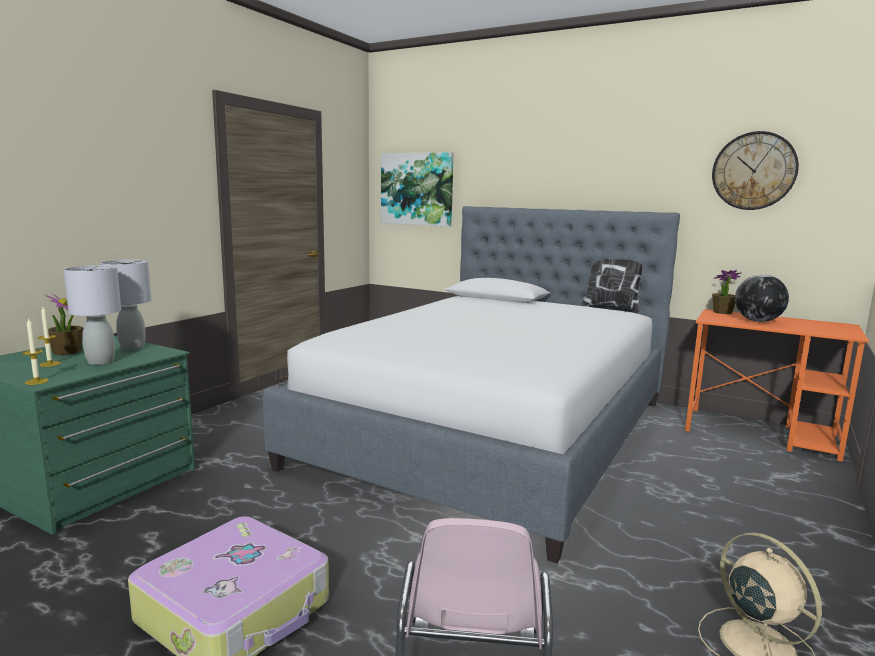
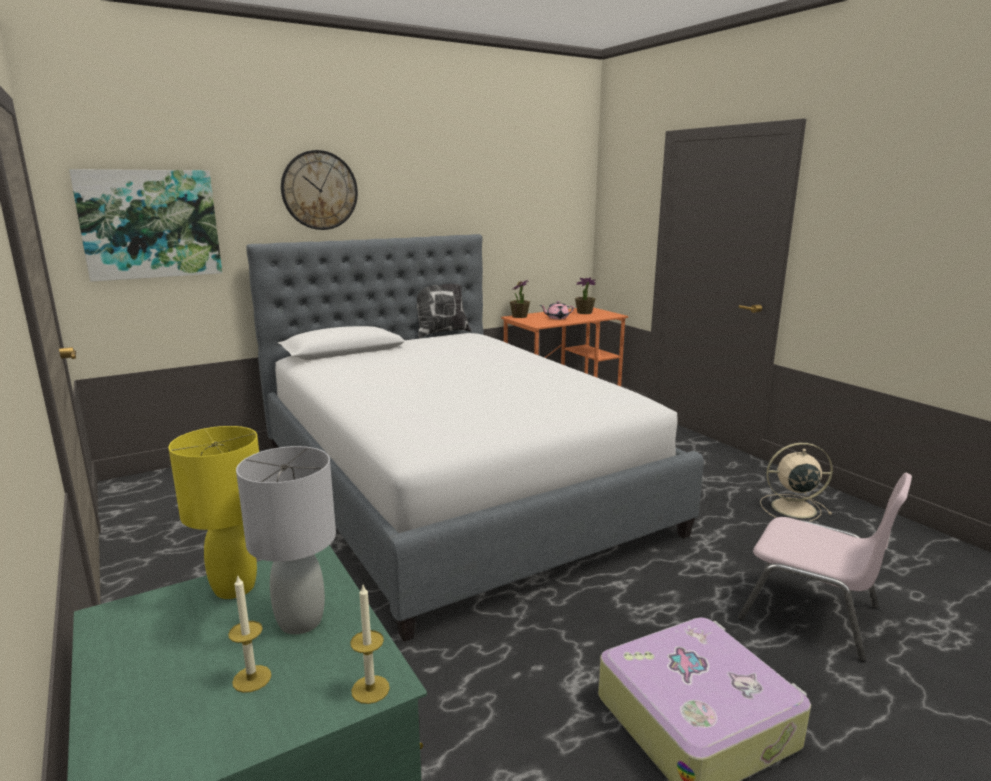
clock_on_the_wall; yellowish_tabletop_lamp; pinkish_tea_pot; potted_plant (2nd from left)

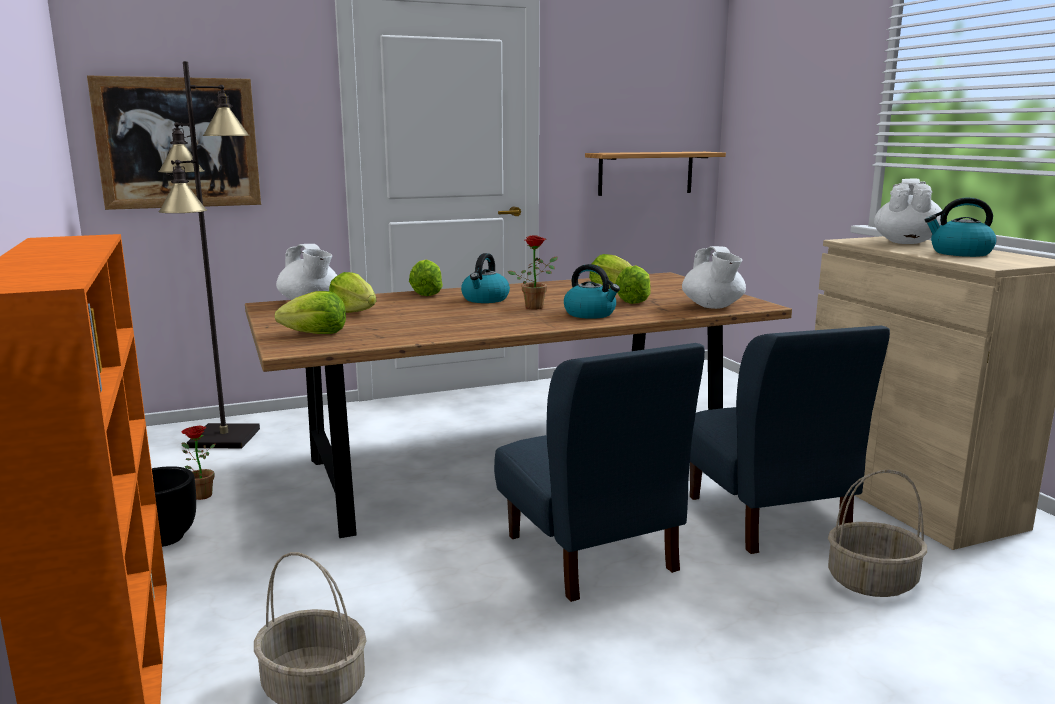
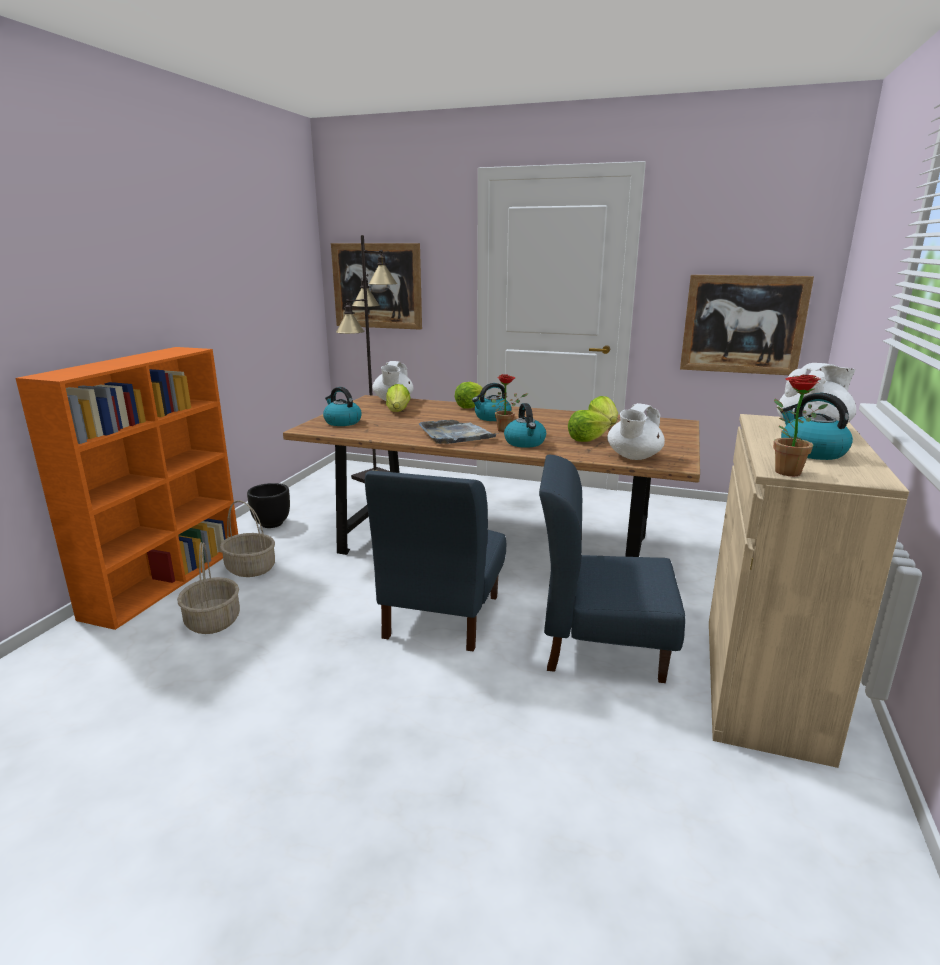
picture (2nd from left); water_kettle (1st from left); bluish_chair (2nd from left); potted_plant (2nd from left); storage_basket (2nd from left); grey_serving_tray

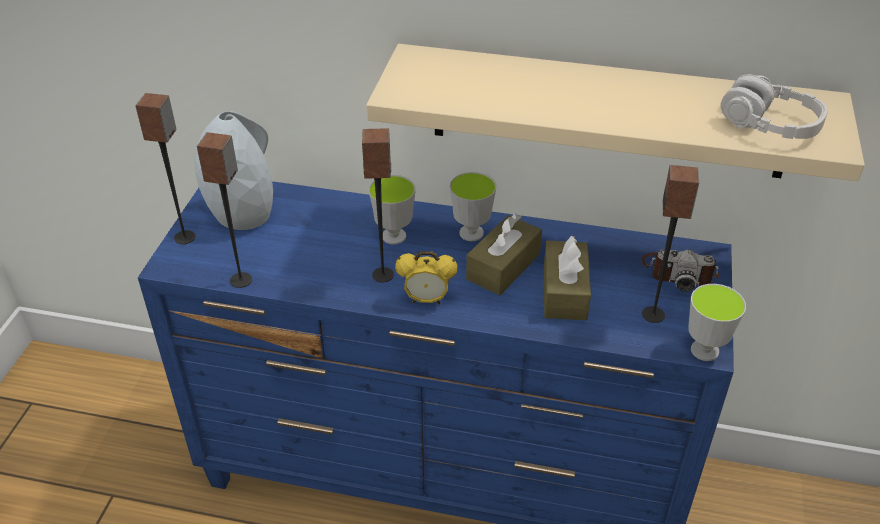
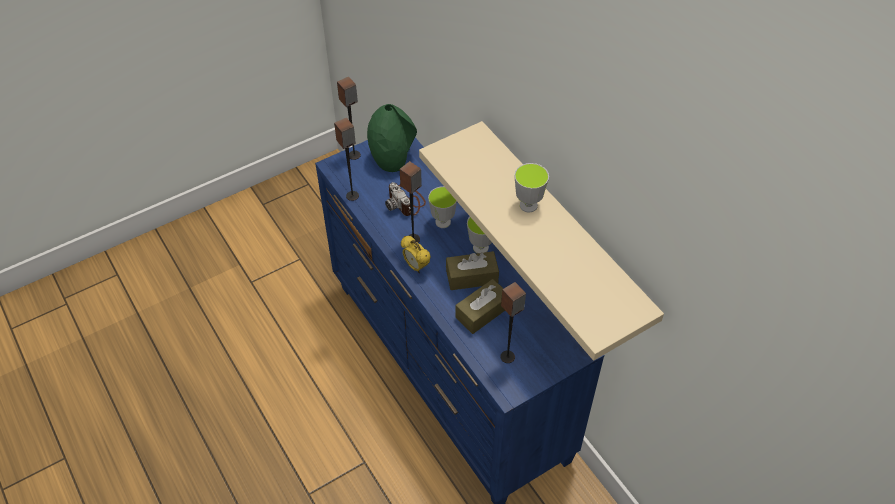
grey_pair_of_headphones; greenish_vase; still_camera; drinking_cup (3rd from left)

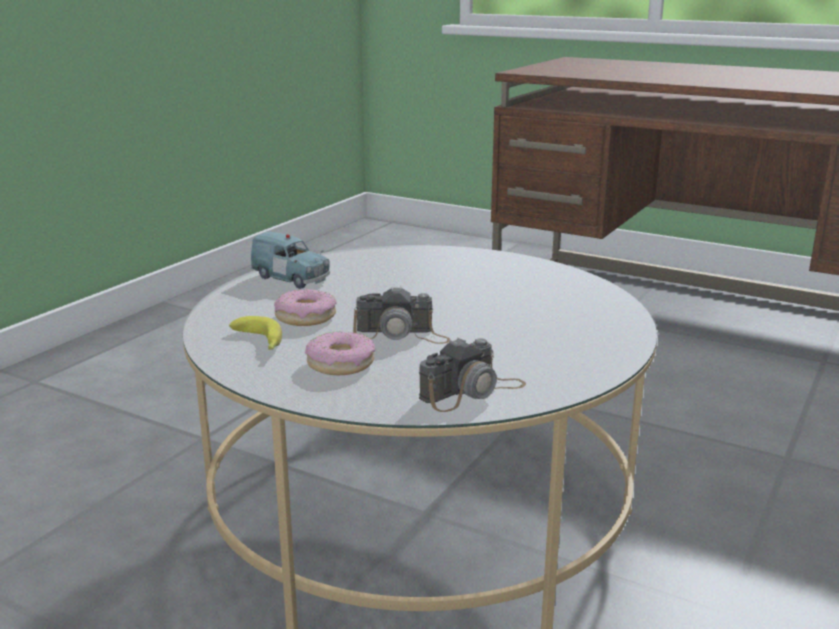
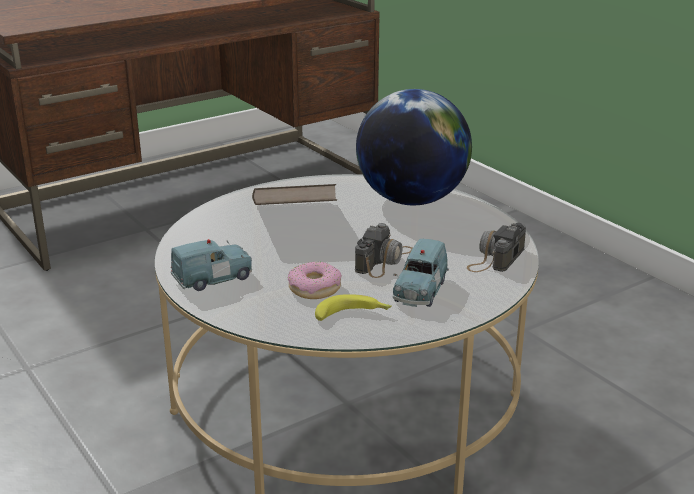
bluish_model_car (2nd from left); still_camera (2nd from left); world_globe; brown-coloured_book

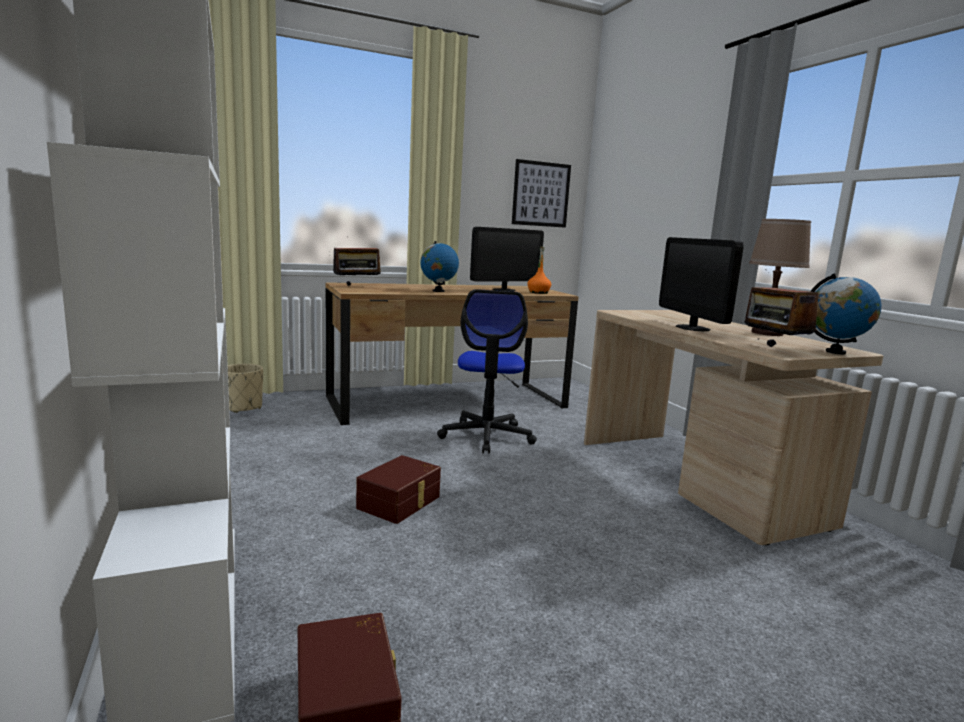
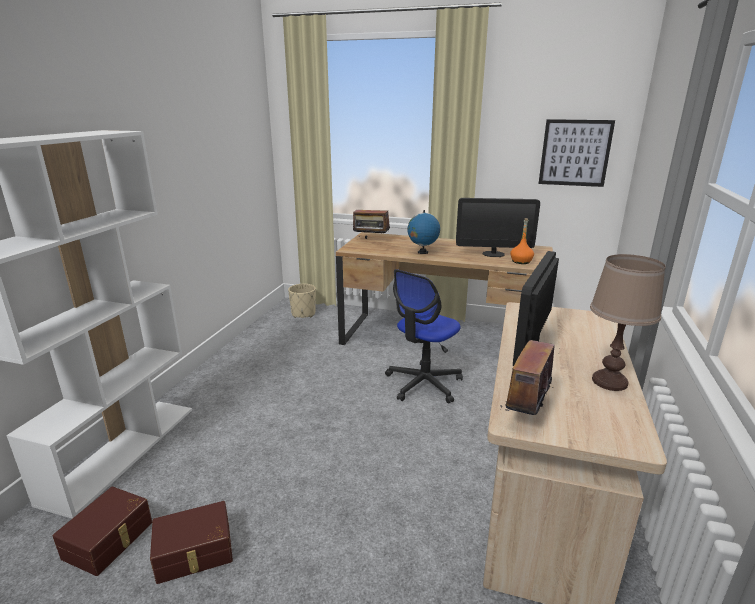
world_globe (2nd from left in the first image); brown-coloured_storage_bin (2nd from left)

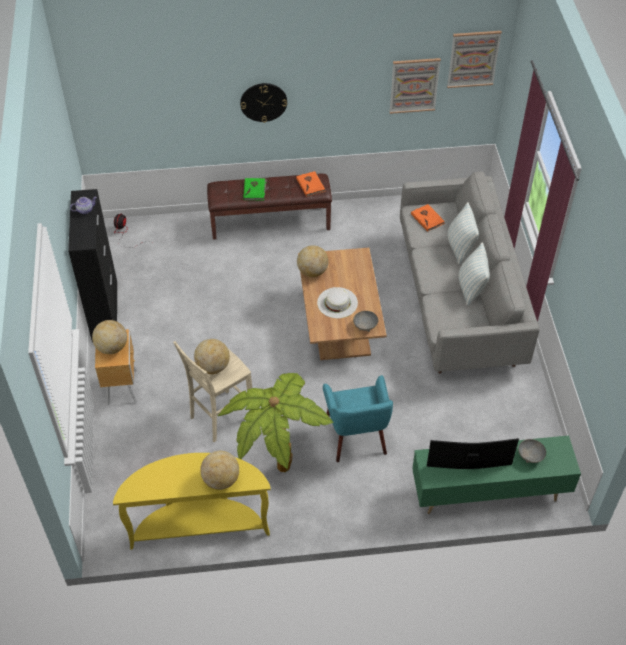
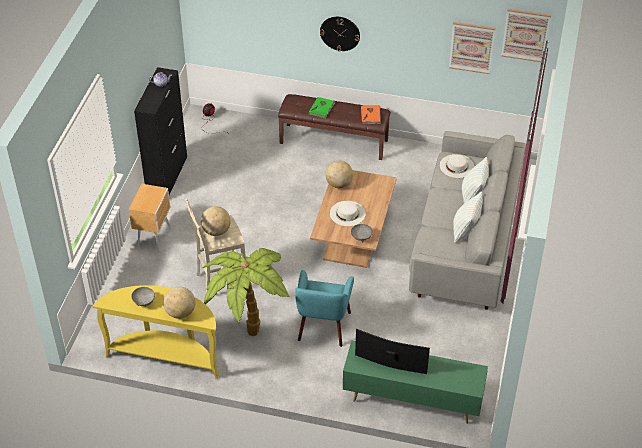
white_clothing_hat (2nd from left); world_globe (1st from left in the first image); grey_bowl (1st from left)

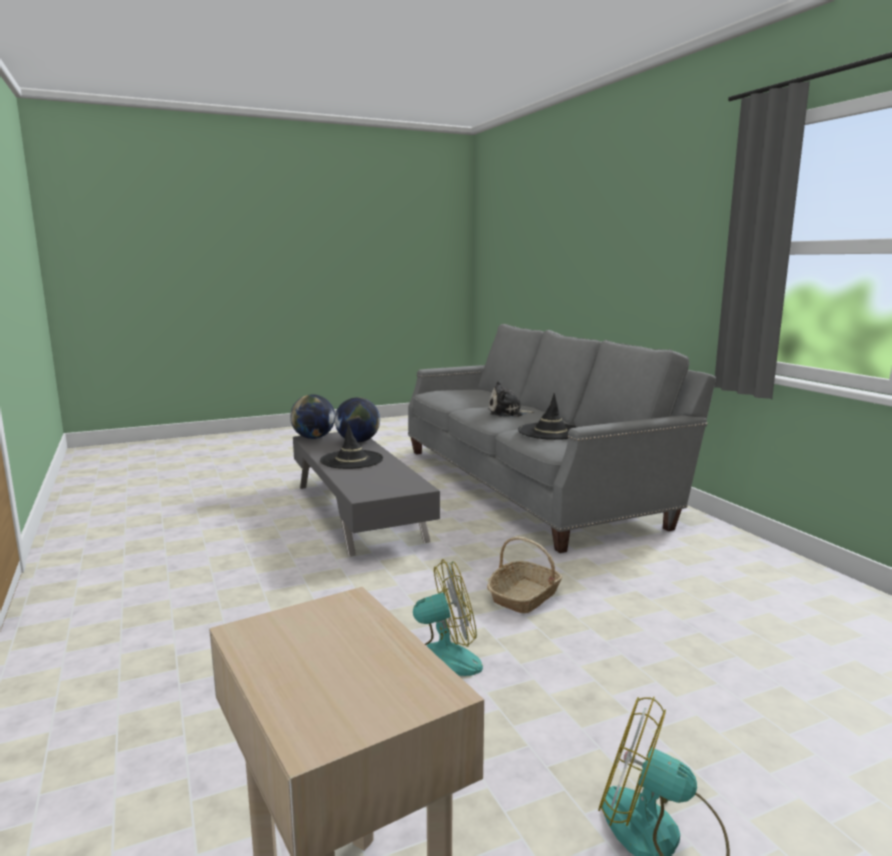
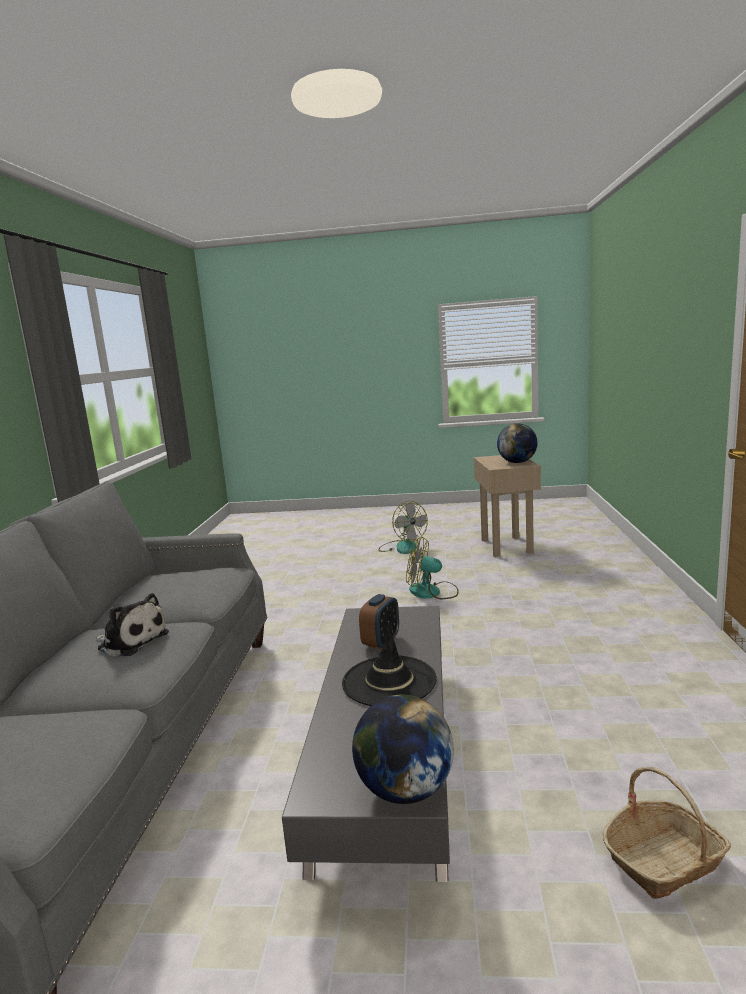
black-coloured_clothing_hat (2nd from left in the first image); world_globe (2nd from left); storage_basket; alarm_clock

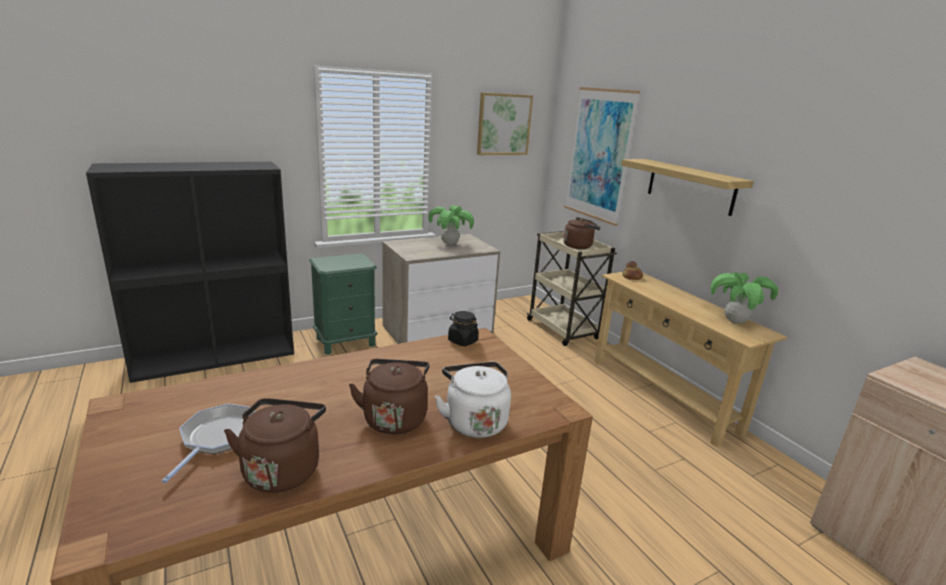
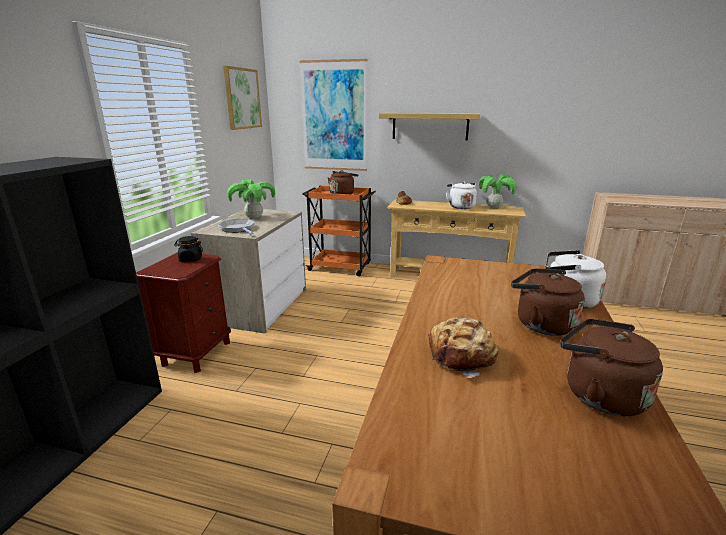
orangey_cart; brown-coloured_bedside_table; black-coloured_jar; pan; white_water_kettle (1st from left); baked_bread (2nd from left)

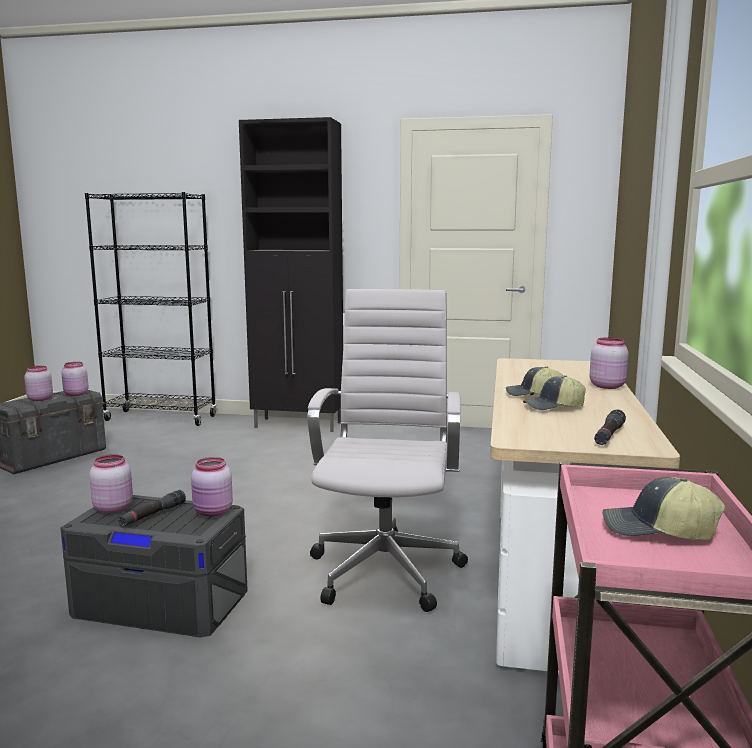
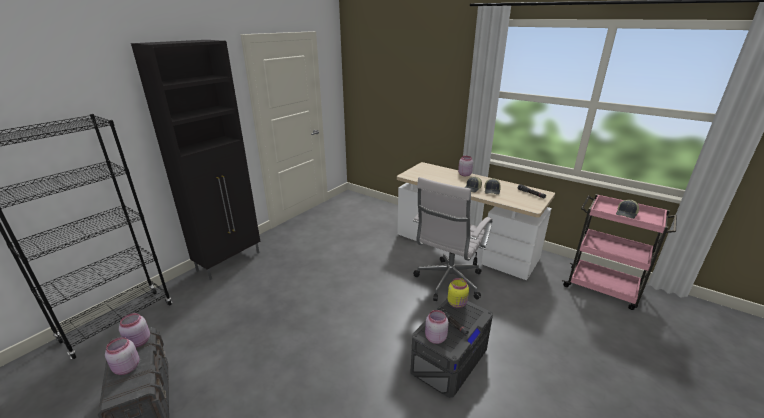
white_desk_chair; yellowish_jar

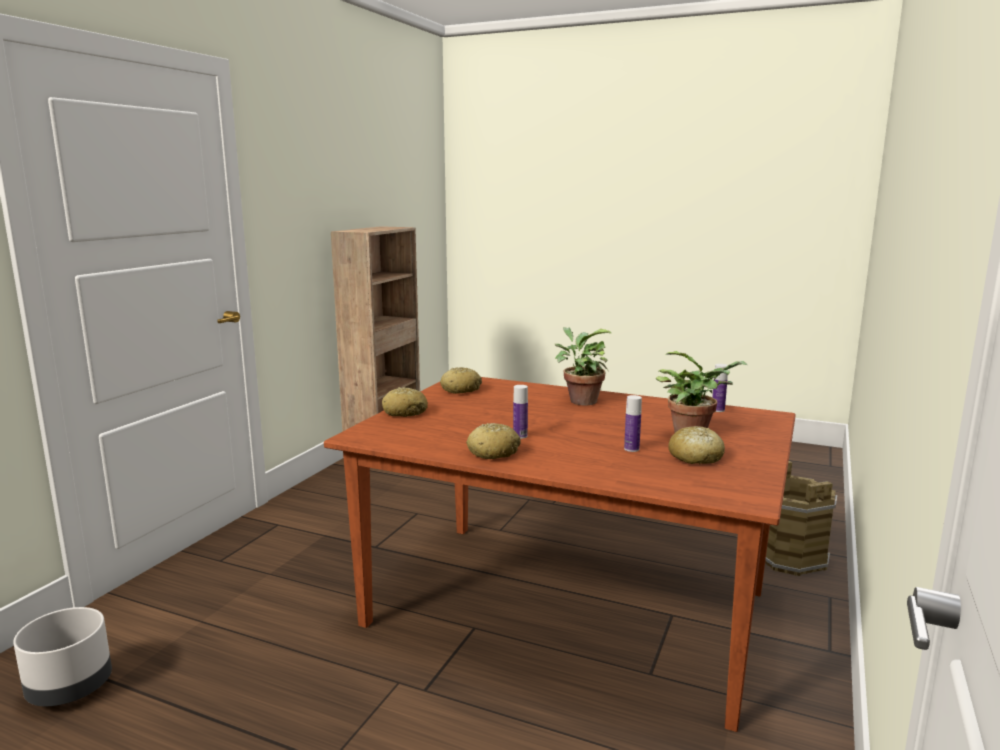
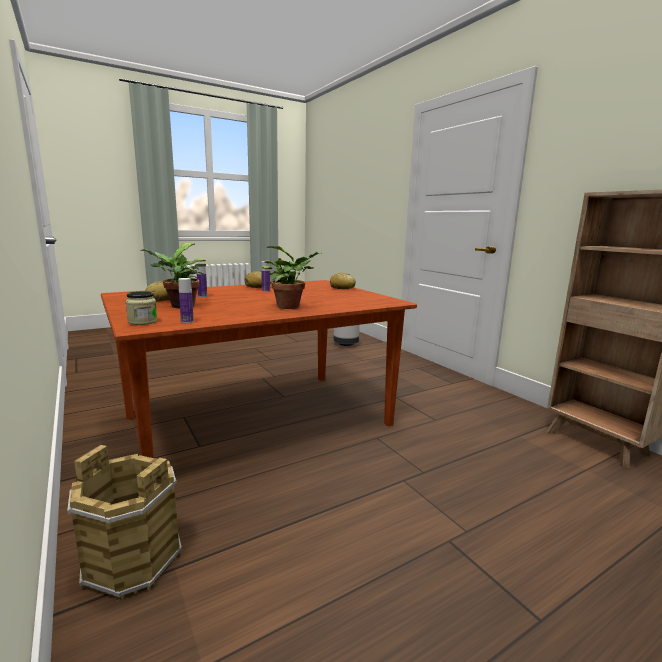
baked_bread (2nd from left in the first image); jar

